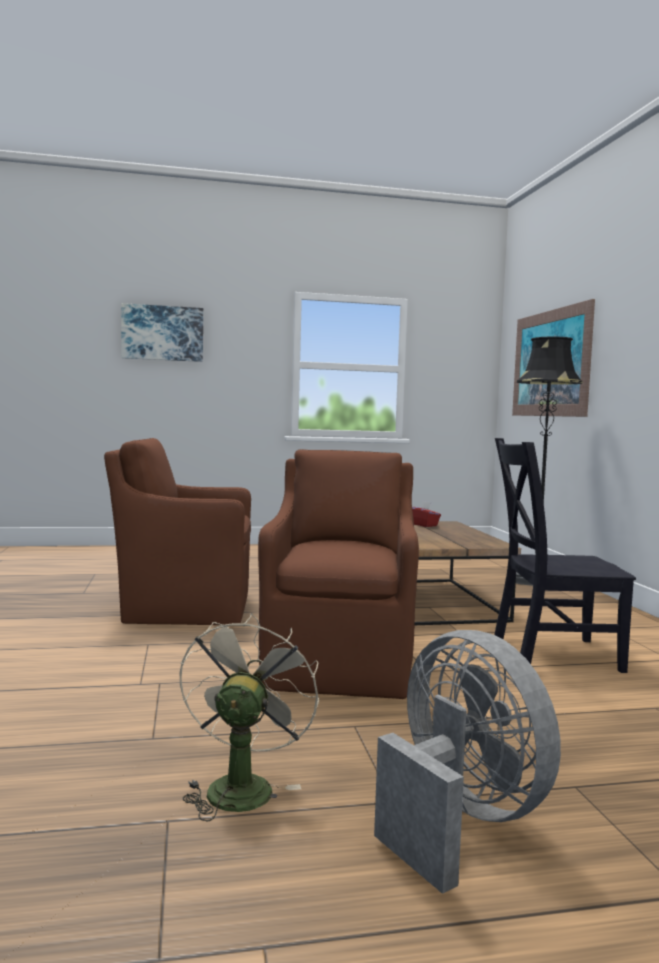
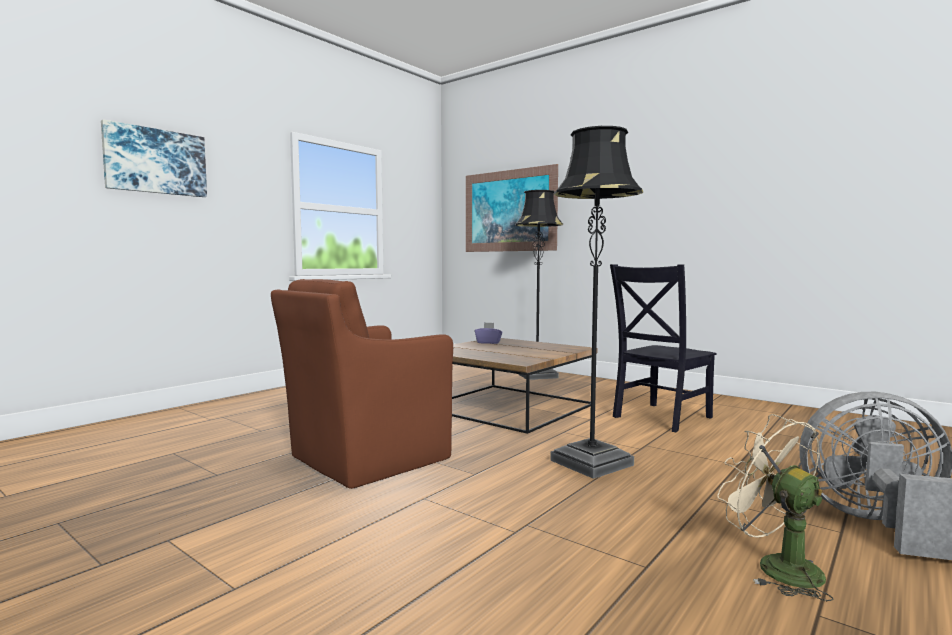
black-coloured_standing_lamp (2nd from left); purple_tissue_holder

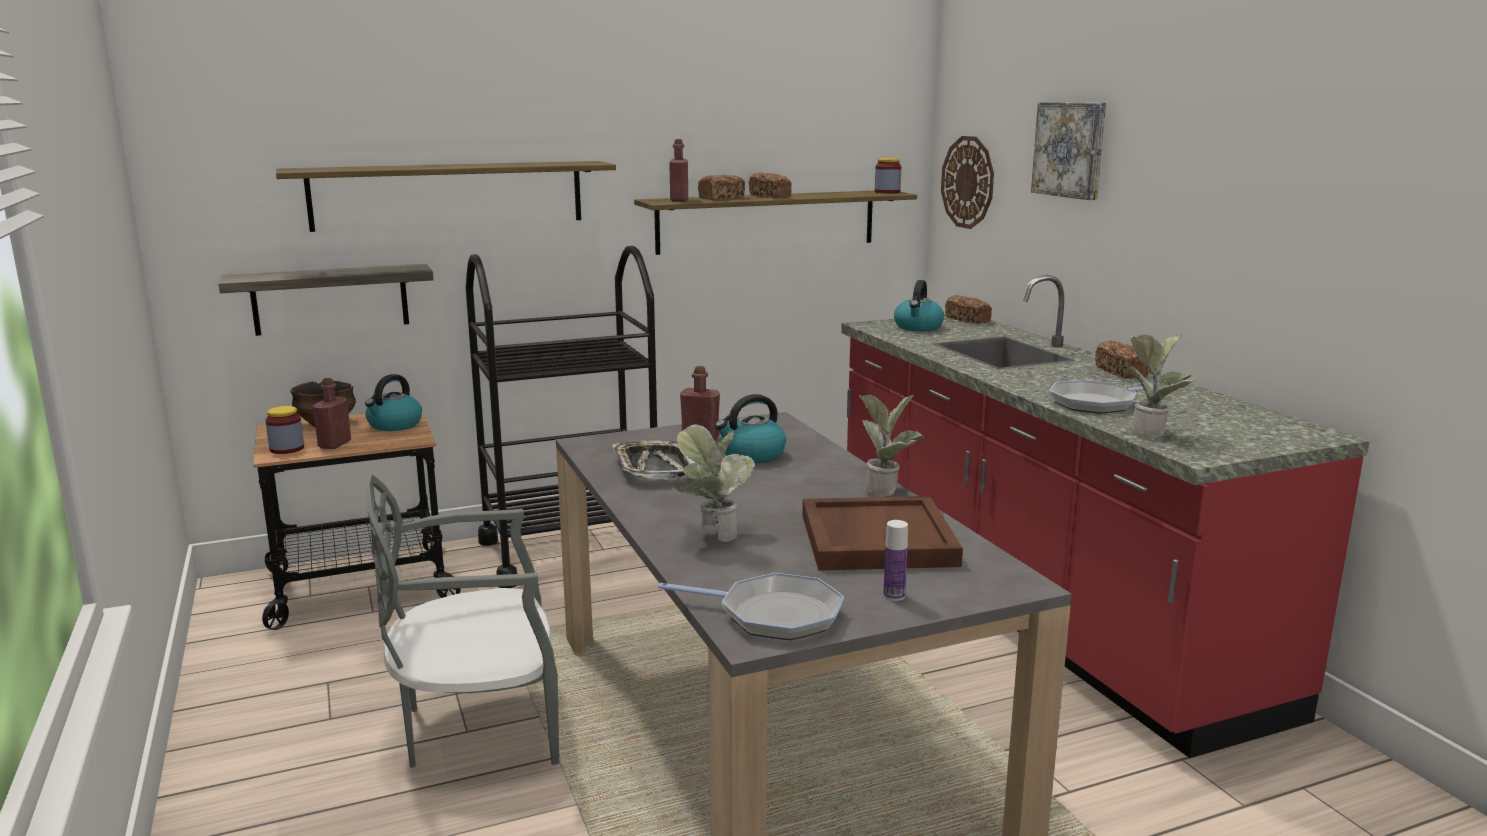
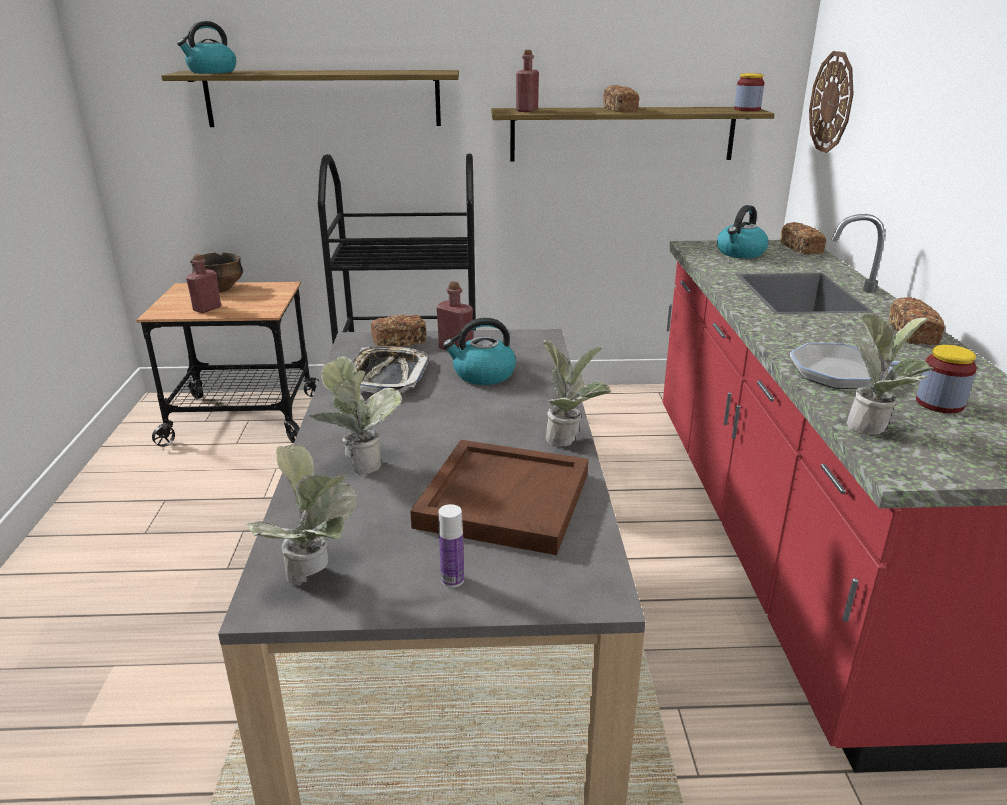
picture; baked_bread (1st from left); bracket_shelf (1st from left in the first image); water_kettle (1st from left); jar (2nd from left); grey_chair; potted_plant (1st from left)

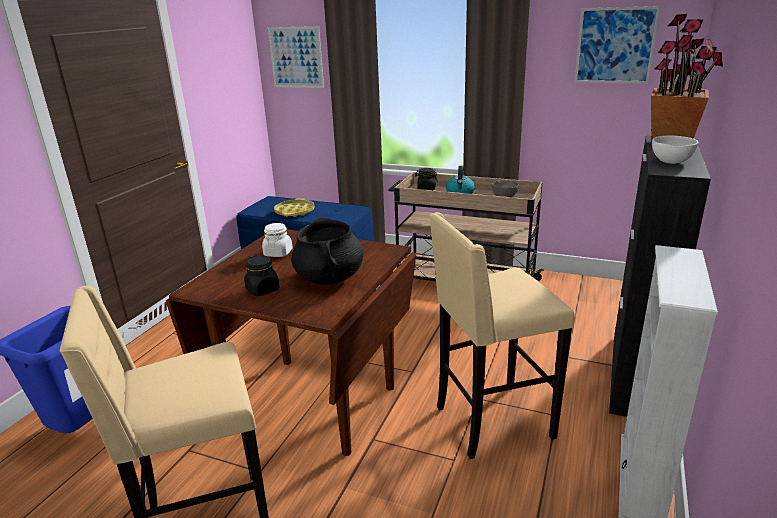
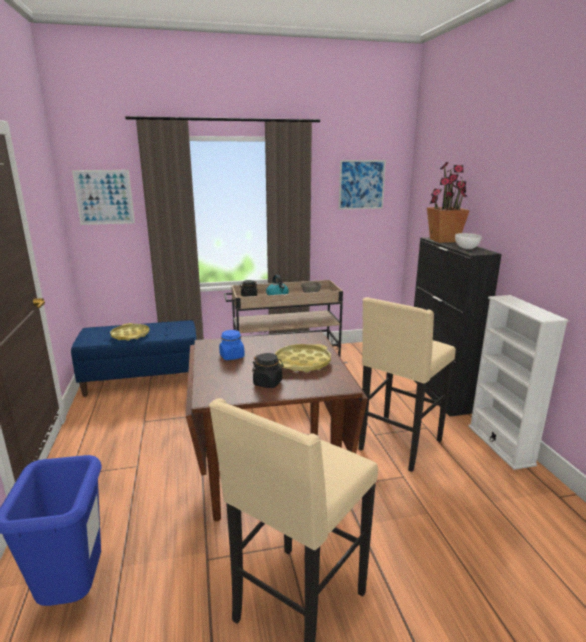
yellowish_serving_tray (2nd from left); bluish_jar

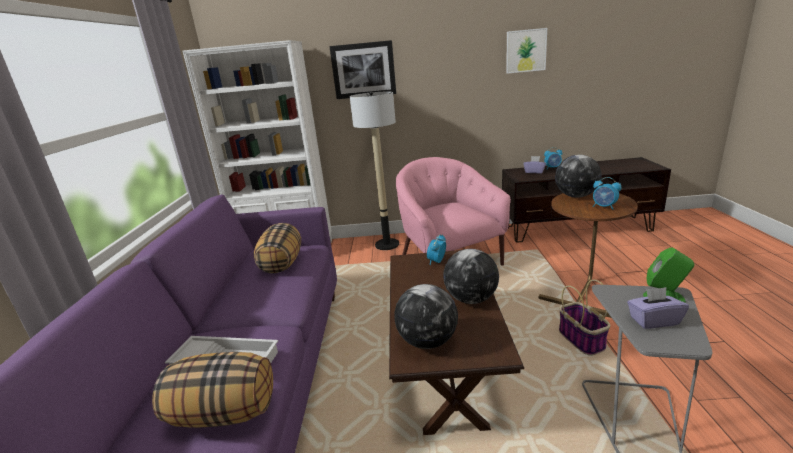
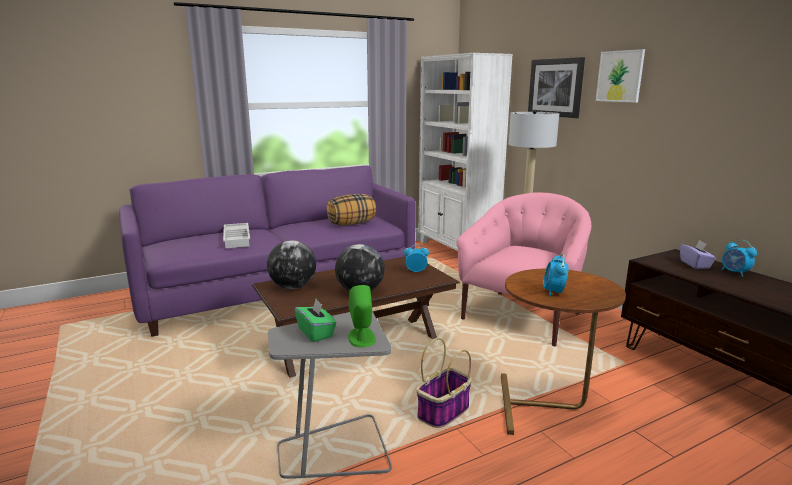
picture (2nd from left); world_globe (3rd from left in the first image); greenish_tissue_holder; throw_pillow (1st from left in the first image)

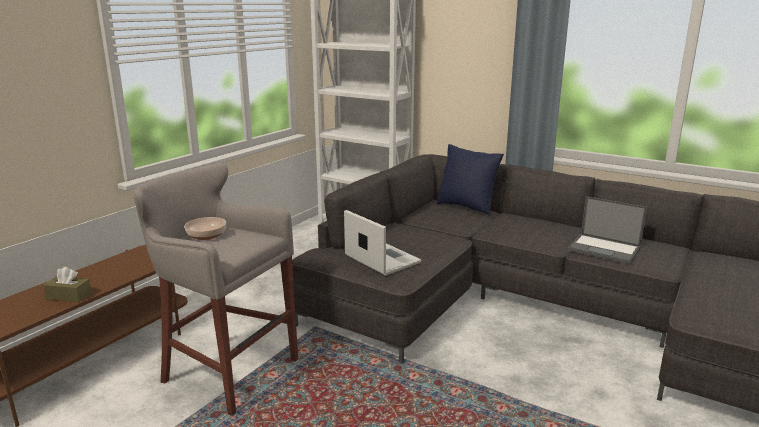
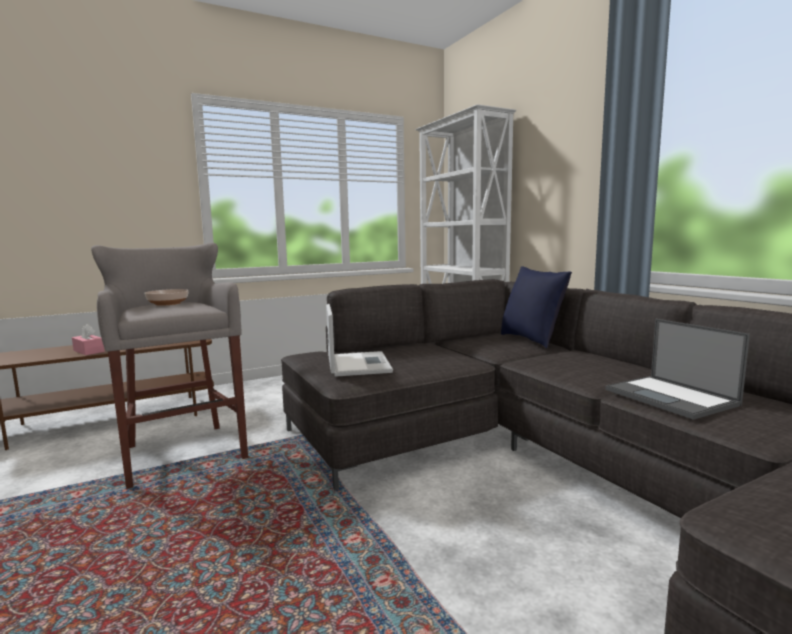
pinkish_tissue_holder

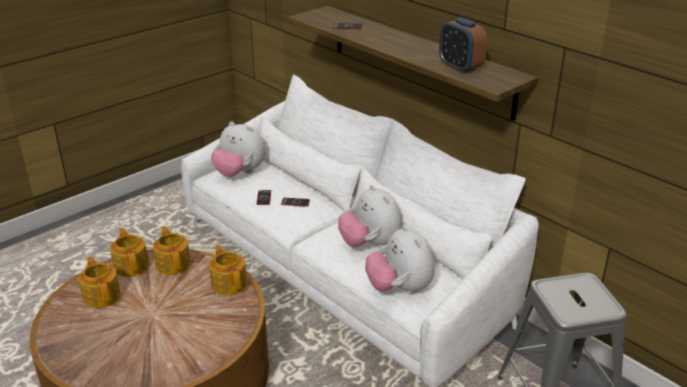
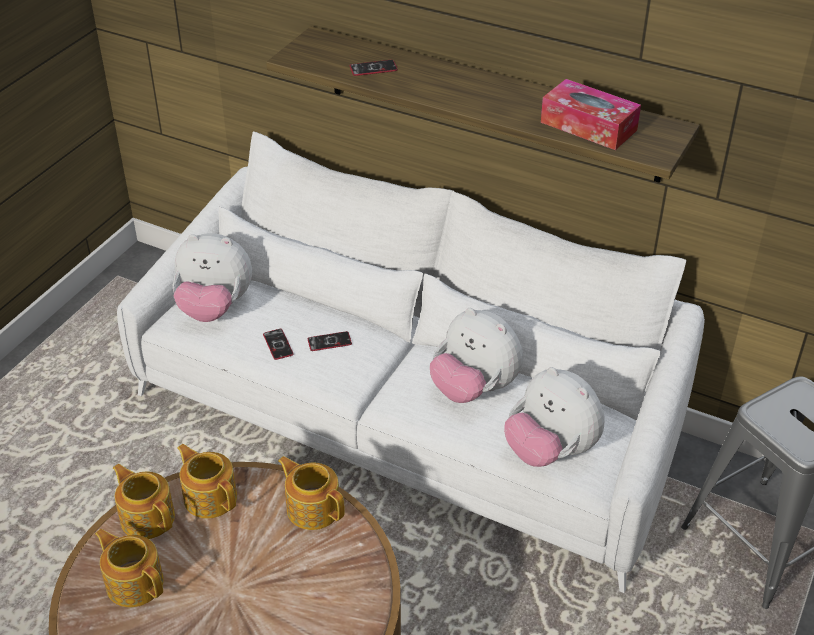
tissue_holder

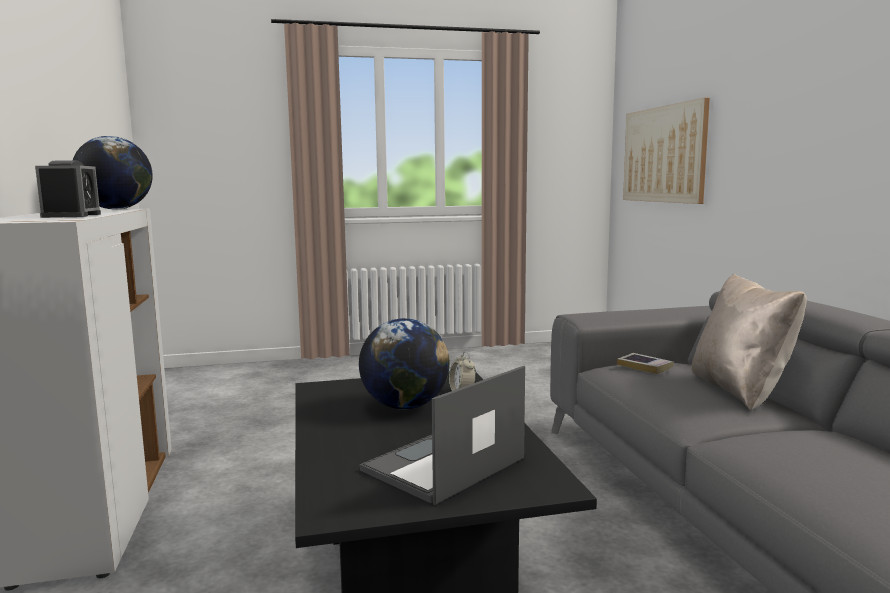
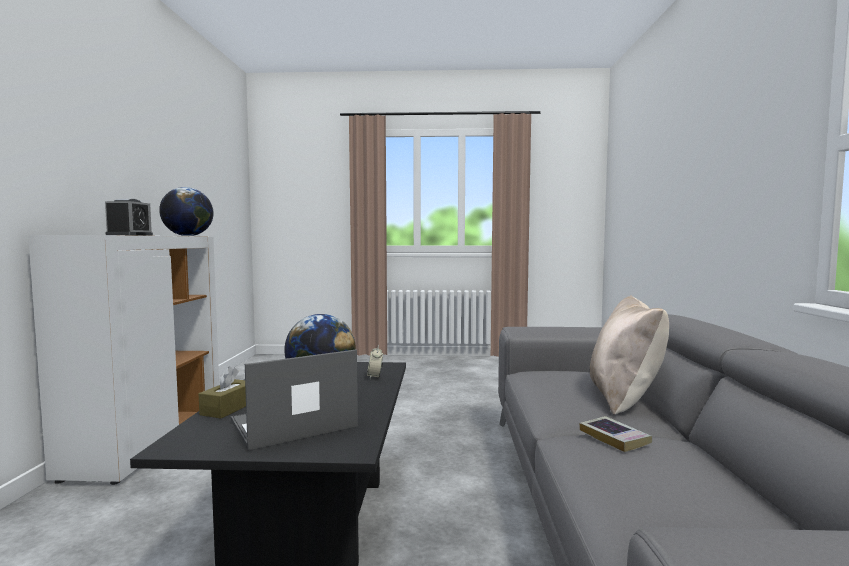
picture; book; brown-coloured_tissue_holder

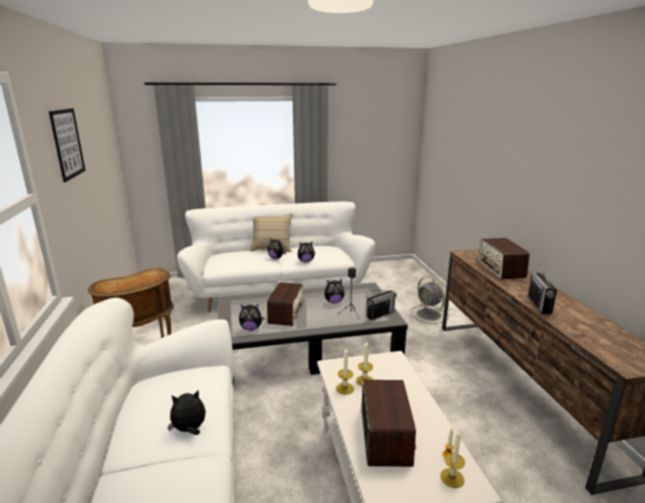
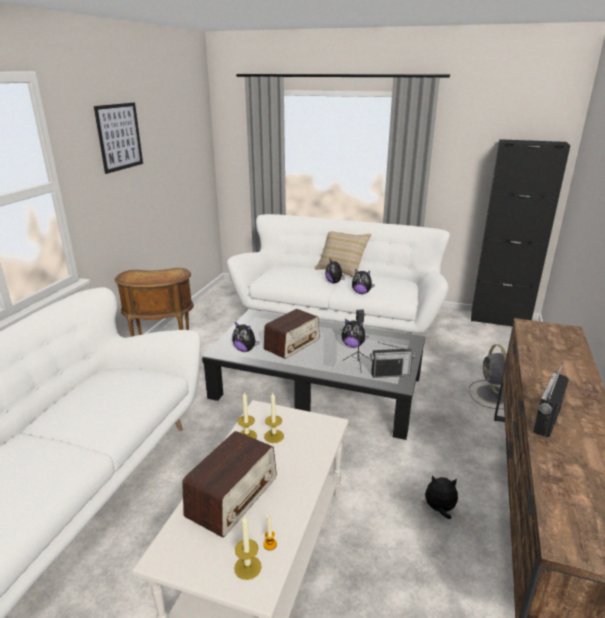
radio_receiver (4th from left in the first image); plush_toy (5th from left); black-coloured_storage_cabinet

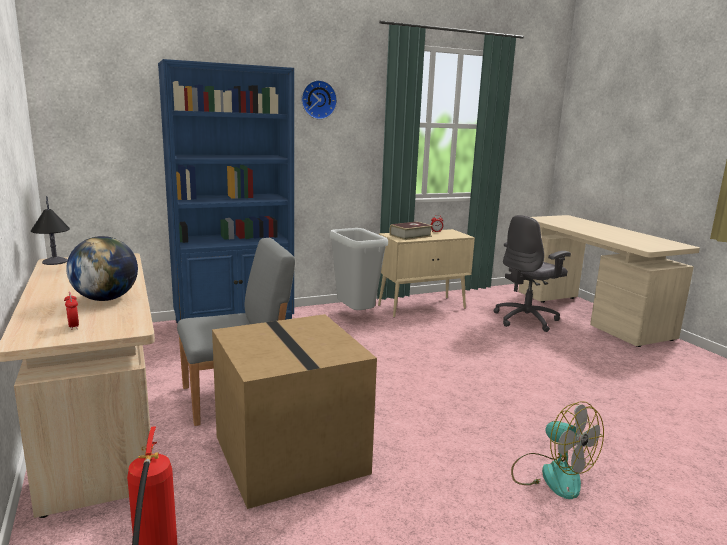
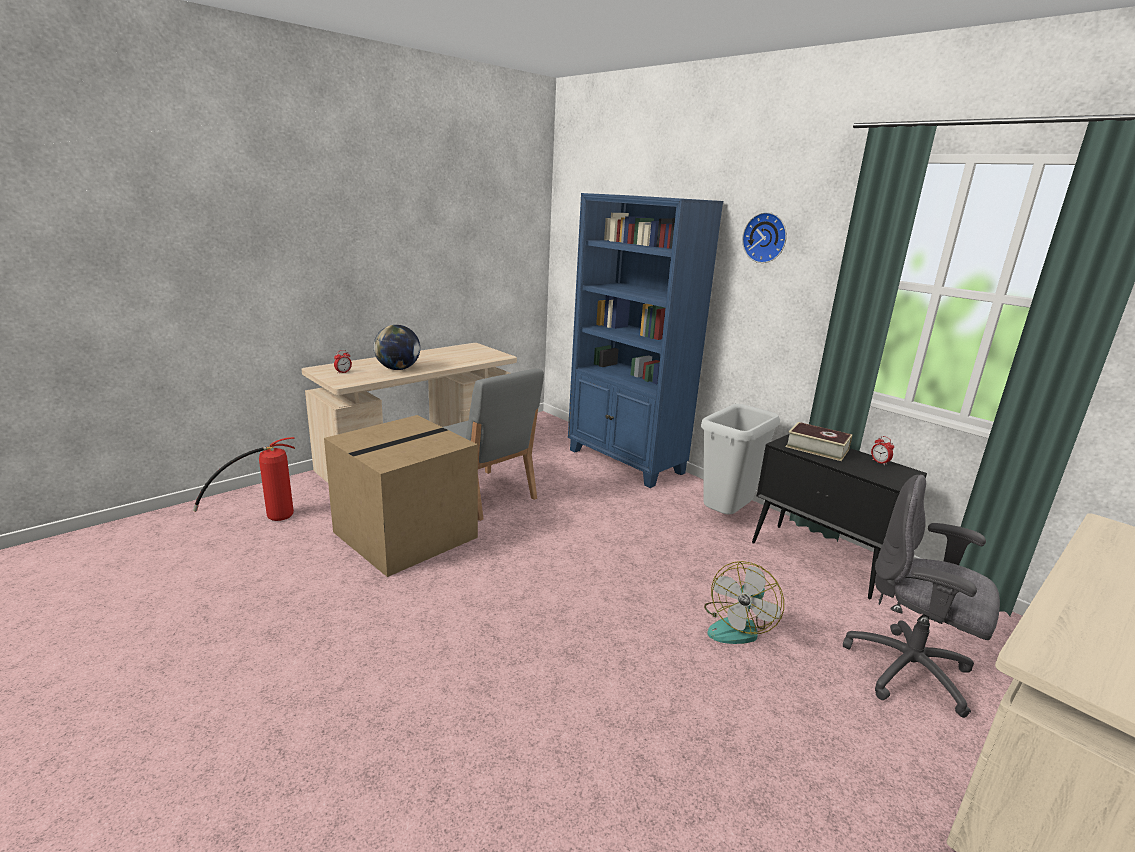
tabletop_lamp; black-coloured_storage_cabinet; electric_fan

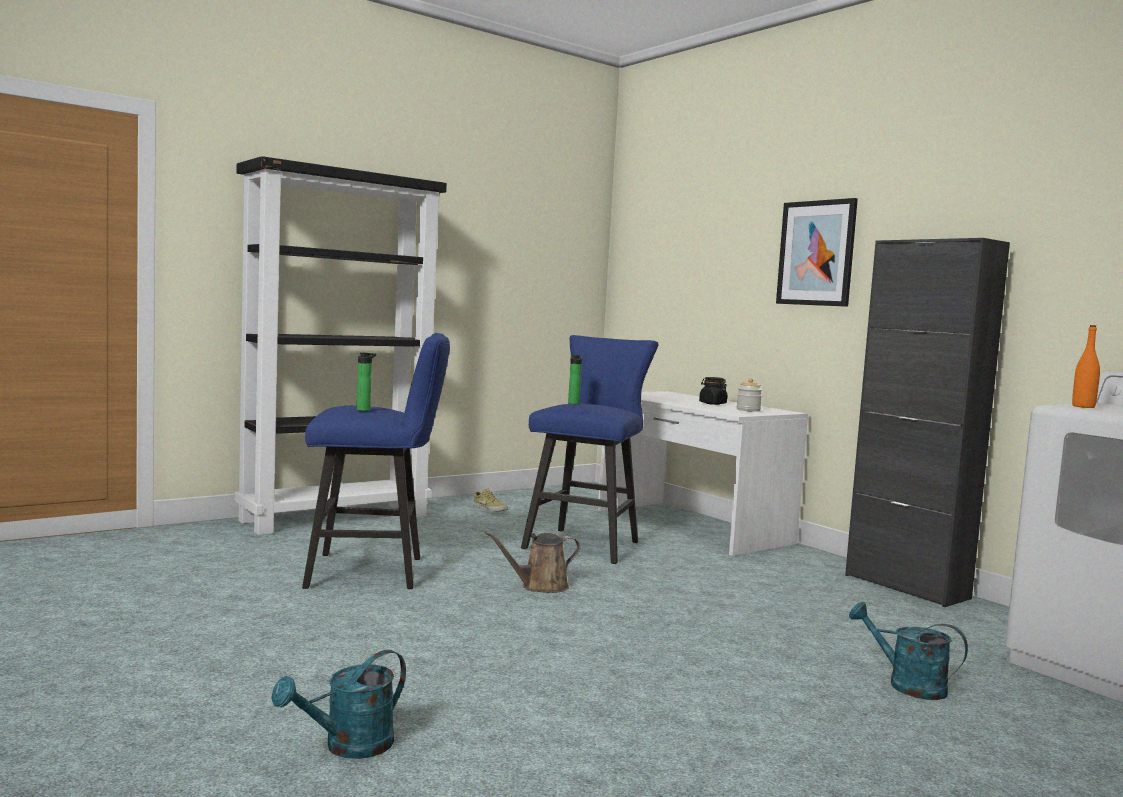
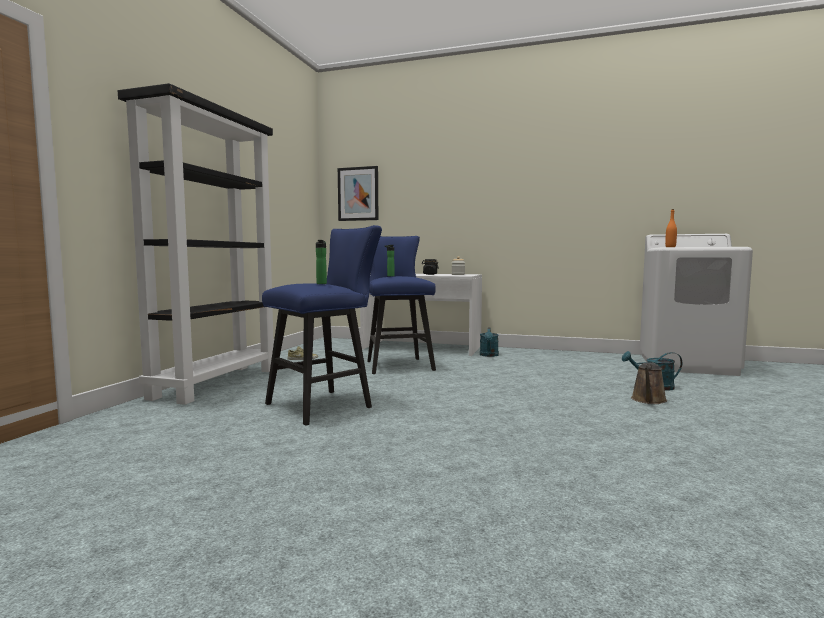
picture; black-coloured_storage_cabinet; brown-coloured_watering_can; turquoise-coloured_watering_can (1st from left)

